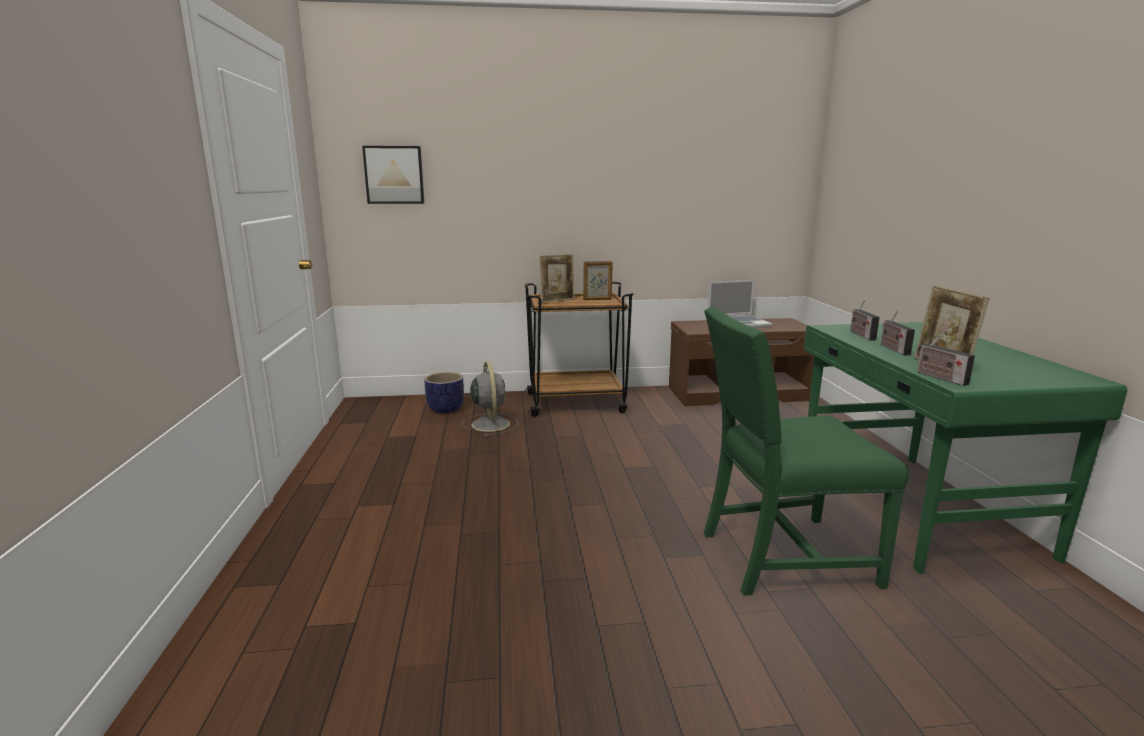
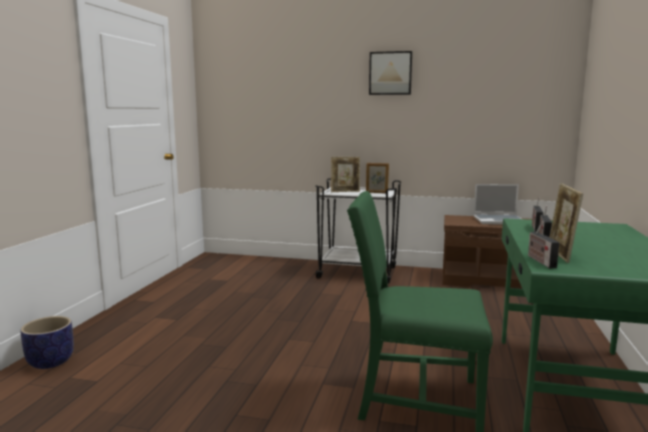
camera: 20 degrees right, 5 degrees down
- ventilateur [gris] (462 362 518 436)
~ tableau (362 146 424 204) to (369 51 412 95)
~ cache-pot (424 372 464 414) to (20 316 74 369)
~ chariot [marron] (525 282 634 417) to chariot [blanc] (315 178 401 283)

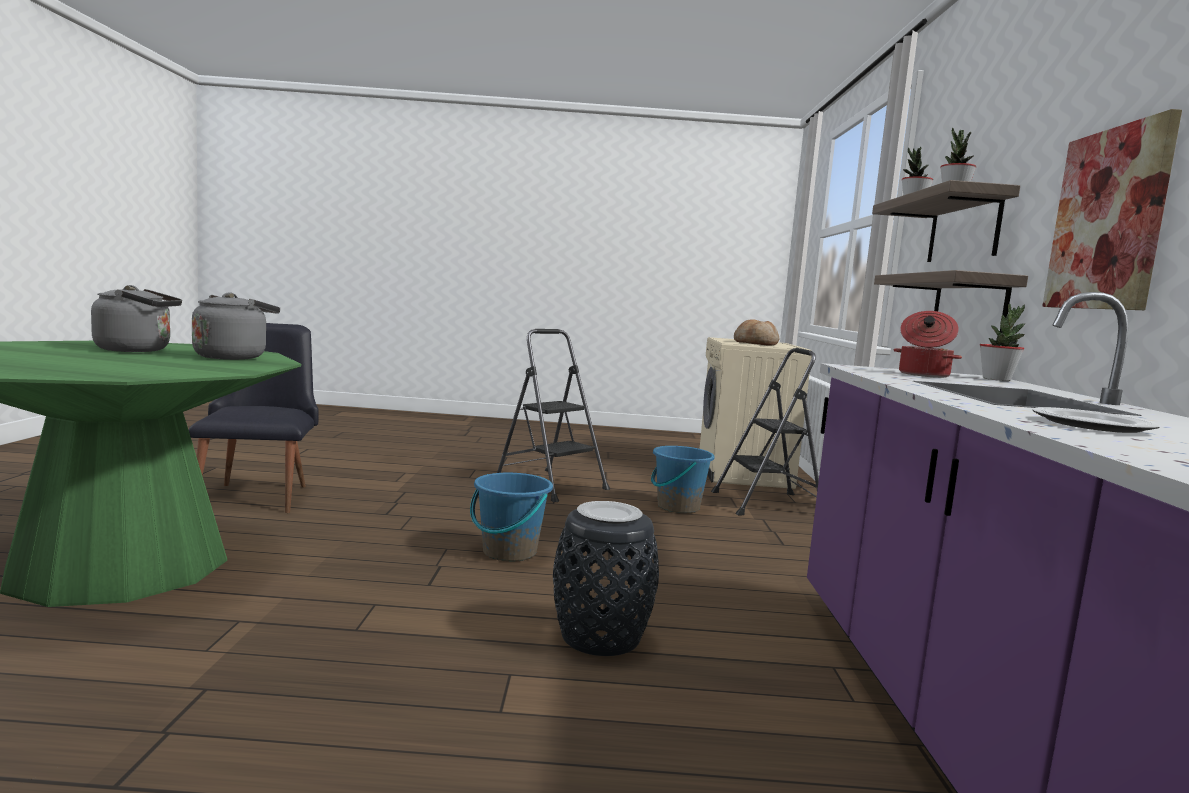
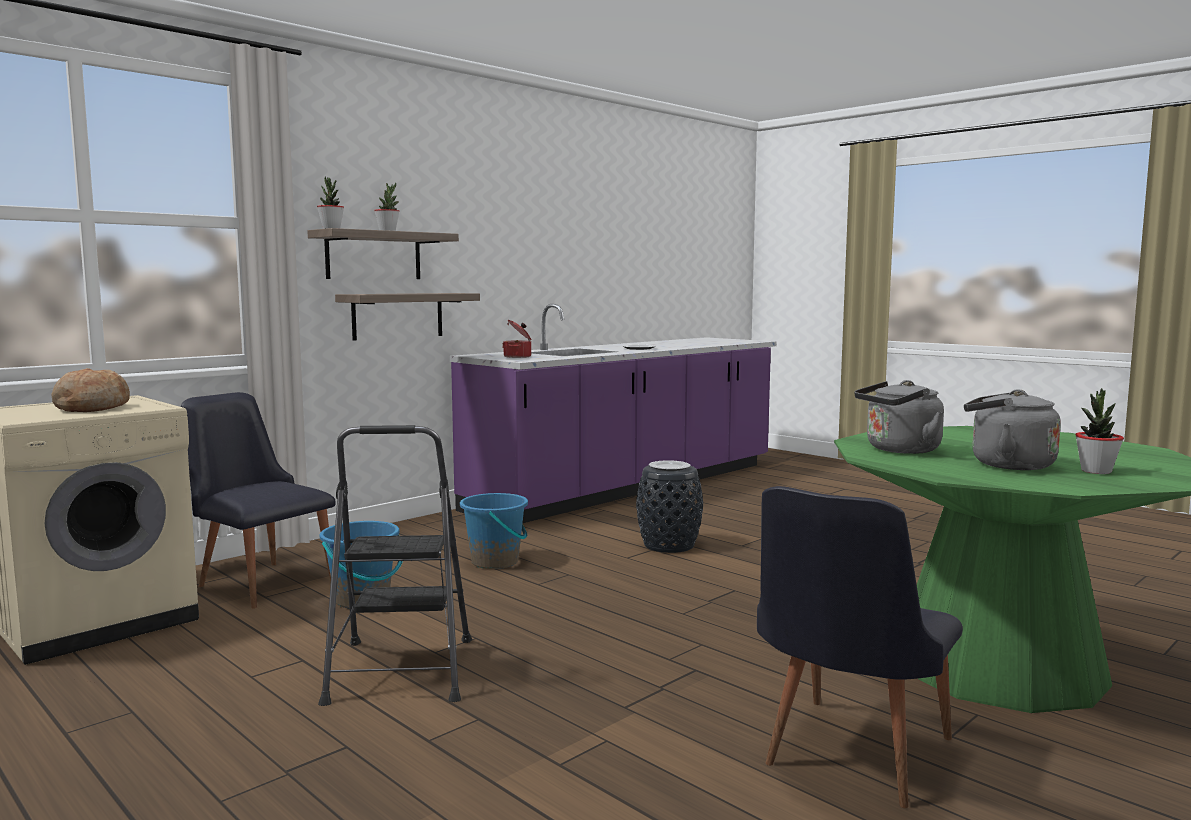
camera: 135 degrees left, 0 degrees up
- tableau (1042 109 1182 310)
~ seau [bleu] (470 473 553 562) to (460 493 528 569)
~ plante en pot (980 304 1025 381) to (1075 388 1124 474)
~ escabeau [noir] (711 348 819 516) to chaise [noir] (181 392 336 609)

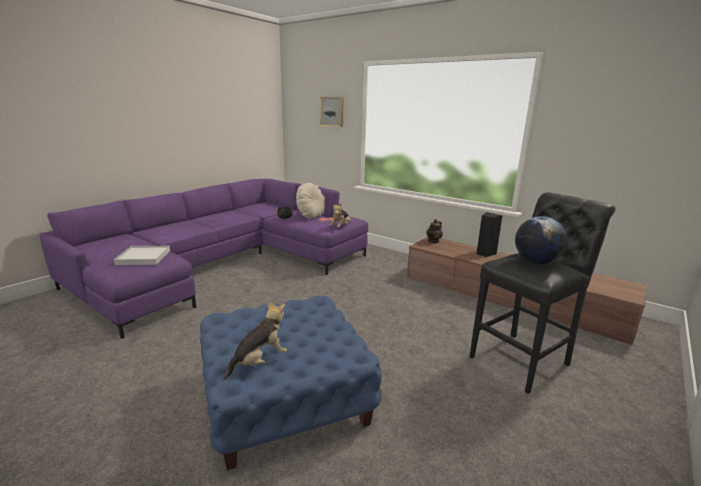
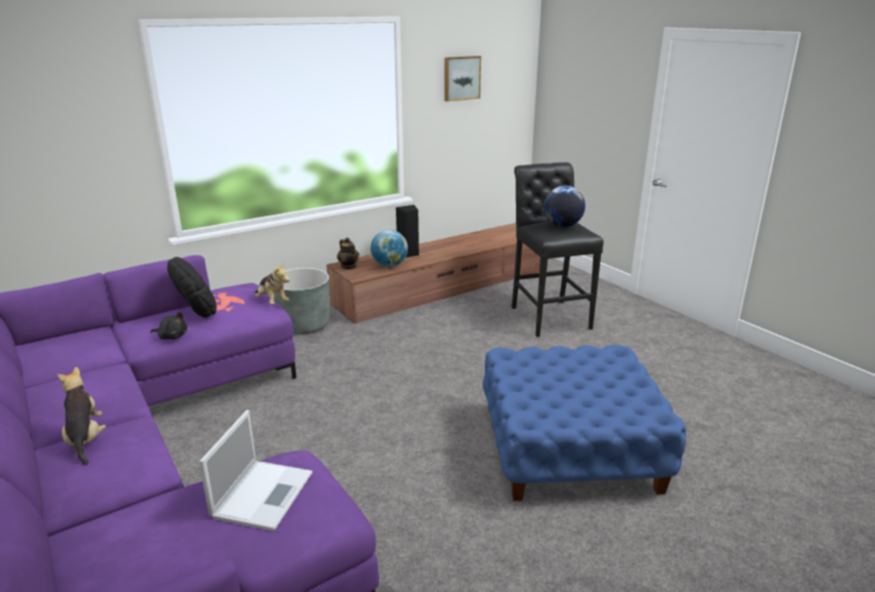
camera: 70 degrees left, 5 degrees up
+ cache-pot [gris] (274 268 330 335)
+ globe (370 230 408 267)
~ peluche (223 301 287 380) to (57 367 106 465)
~ tableau (320 97 344 127) to (444 56 481 102)
~ plateau [blanc] (114 246 170 265) to ordinateur portable (199 410 313 531)
~ coussin [beige] (296 183 325 219) to coussin [noir] (167 257 217 318)

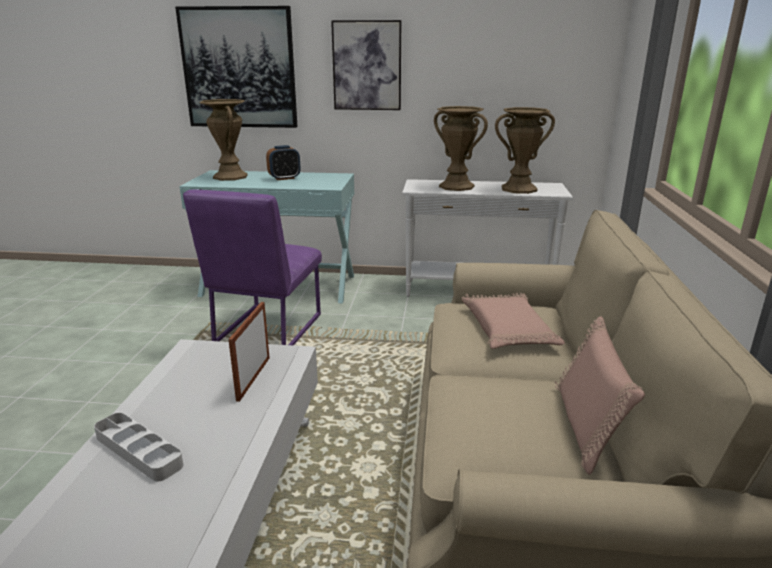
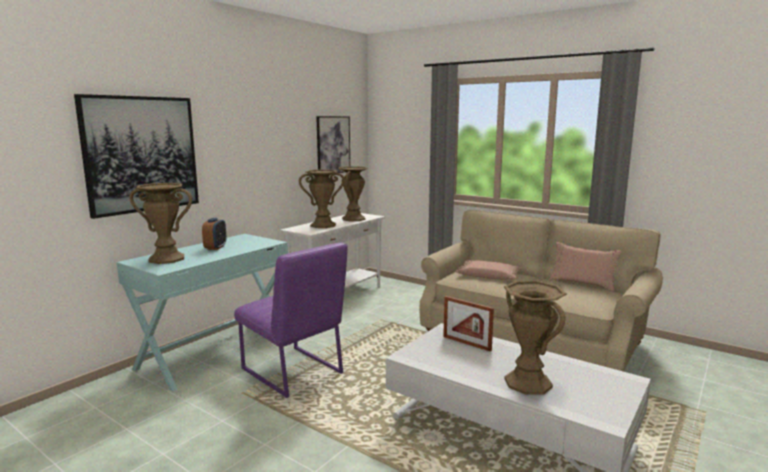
camera: 60 degrees left, 10 degrees down
~ tableau (331 20 401 110) to (316 116 350 173)
~ plateau [gris] (94 413 183 481) to vase [marron] (504 281 567 395)

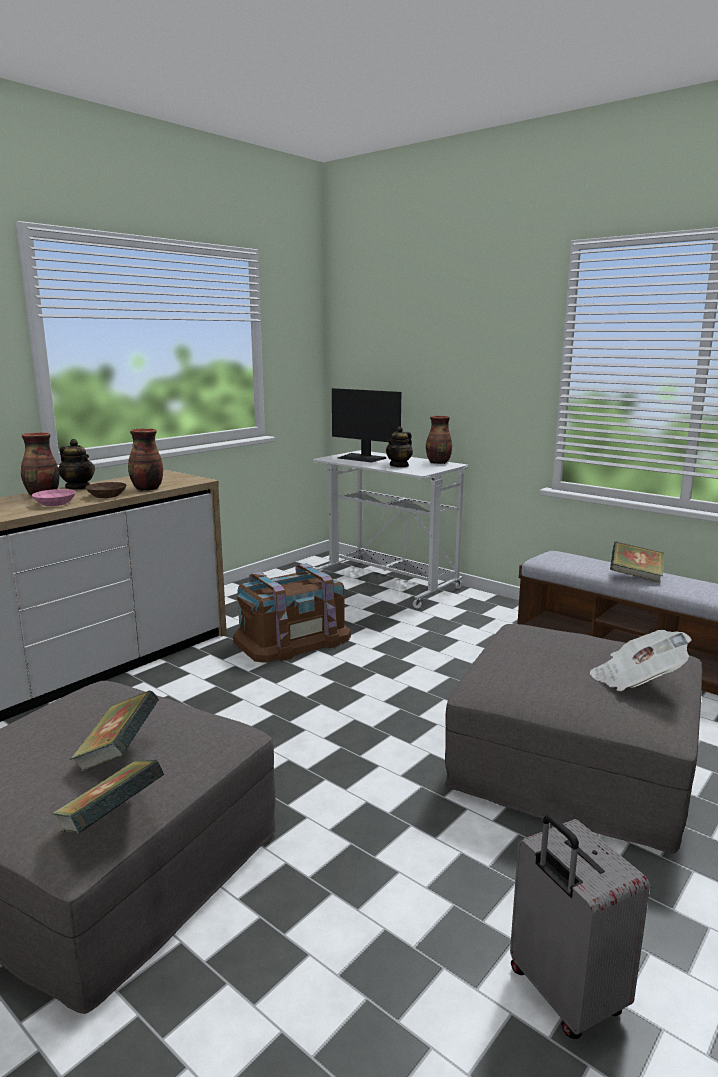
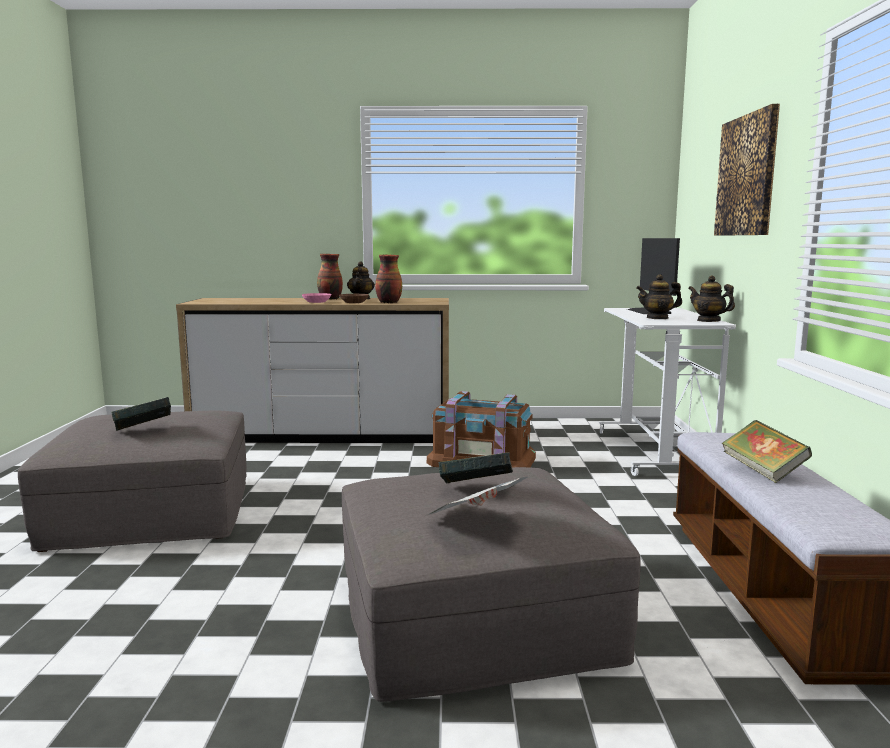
camera: 50 degrees right, 5 degrees down
- valise [gris] (510 814 650 1039)
+ tableau (714 104 780 236)
~ livre (51 760 164 834) to (438 452 513 484)
~ vase (426 416 452 464) to théière (688 276 735 322)

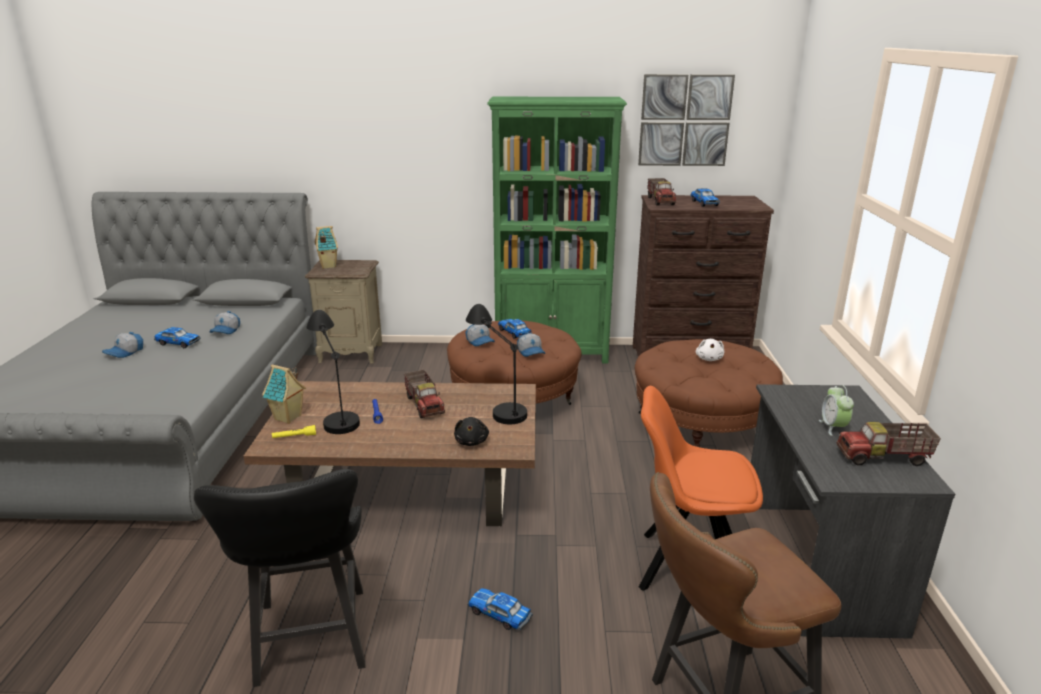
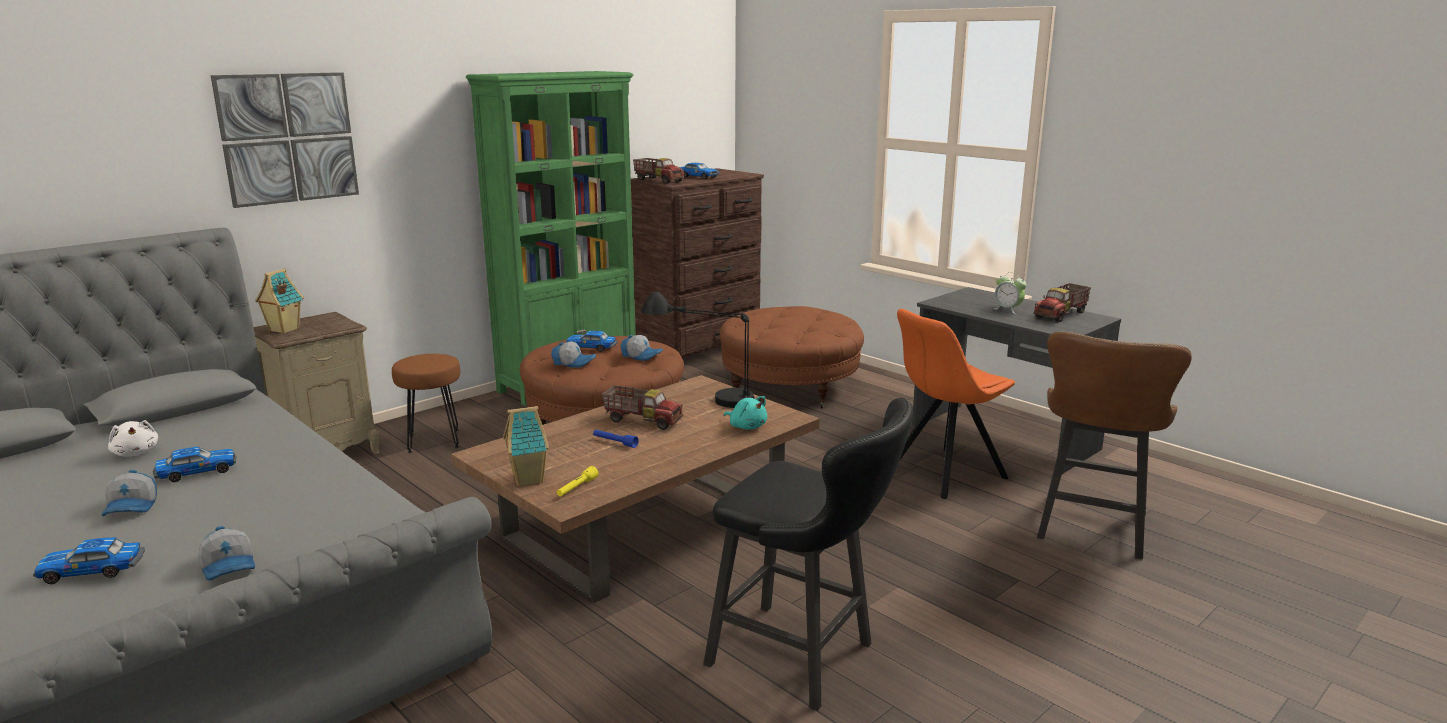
camera: 45 degrees left, 5 degrees down
- lampe de table [noir] (306 310 360 434)
+ tabouret [marron] (392 354 460 453)
~ casquette (210 311 240 334) to (198 526 255 581)
~ petite voiture (468 588 533 630) to (33 537 145 584)
~ tableau (638 74 735 166) to (211 72 359 208)
~ peluche [blanc] (696 339 724 361) to (108 420 158 457)
~ peluche [noir] (454 417 489 446) to peluche [turquoise] (724 396 767 429)

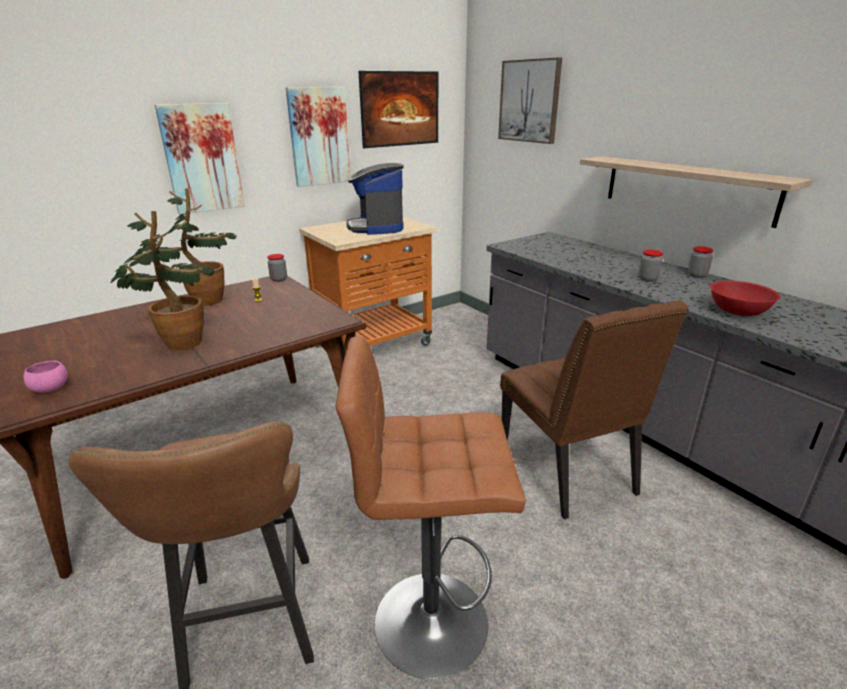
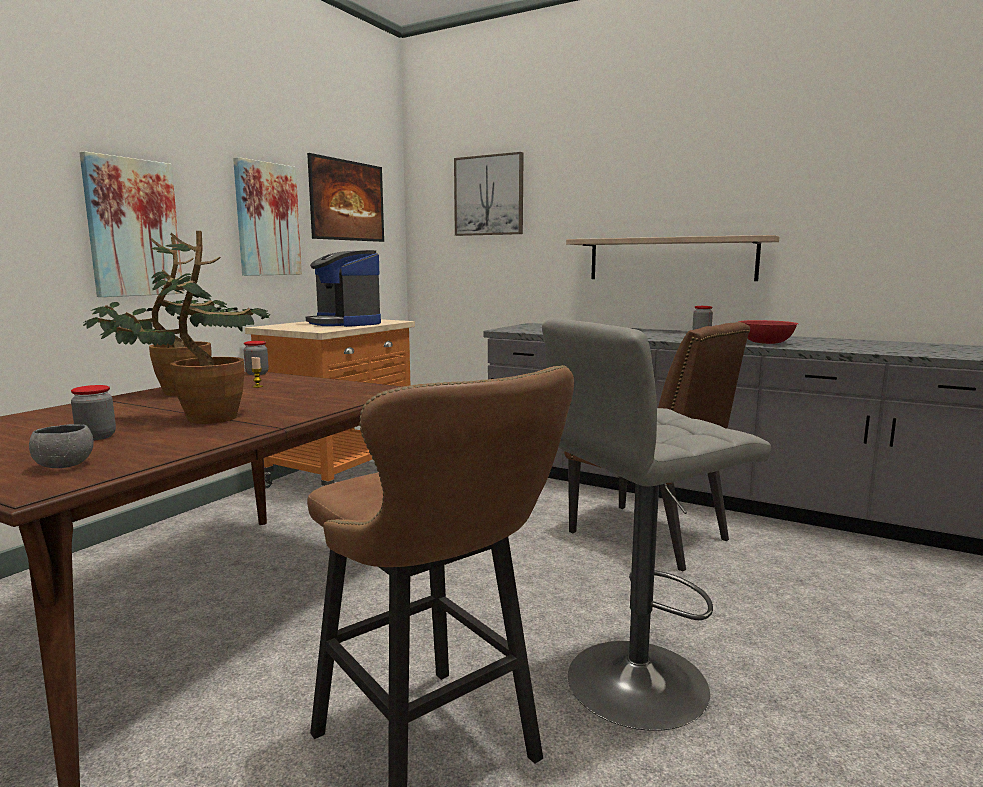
camera: 25 degrees left, 15 degrees down
~ bocal (638 250 663 282) to (71 385 116 441)
~ bol [rose] (24 361 68 393) to bol [gris] (29 424 94 468)
~ tabouret [marron] (336 336 526 679) to tabouret [gris] (542 318 771 731)

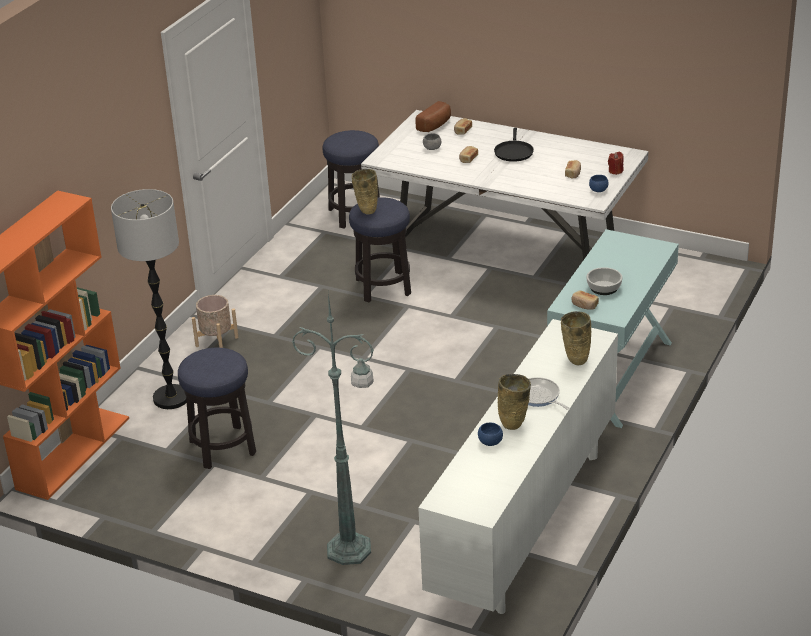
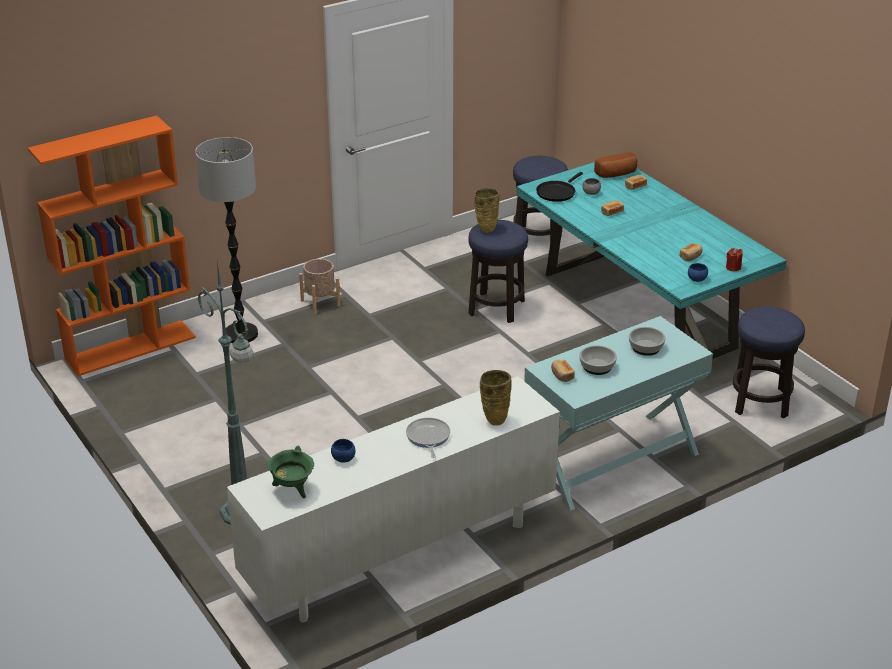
camera: 30 degrees right, 0 degrees up
- vase [beige] (498 374 531 430)
+ marmite [vert] (267 446 314 498)
+ bol (629 327 666 356)
~ tabouret (178 348 256 469) to (733 307 805 418)
~ poêle [noir] (494 128 534 162) to (536 172 583 202)
~ table à manger [blanc] (361 110 649 260) to table à manger [turquoise] (517 162 787 359)

